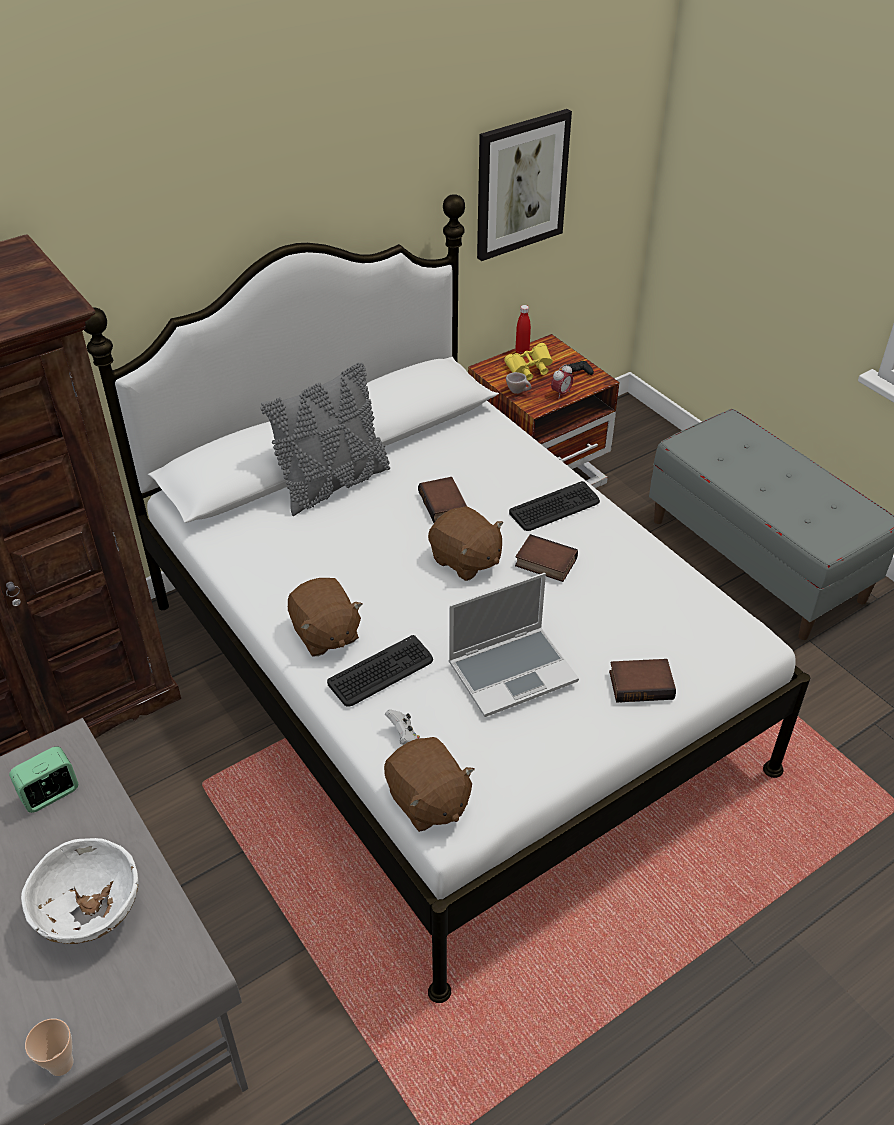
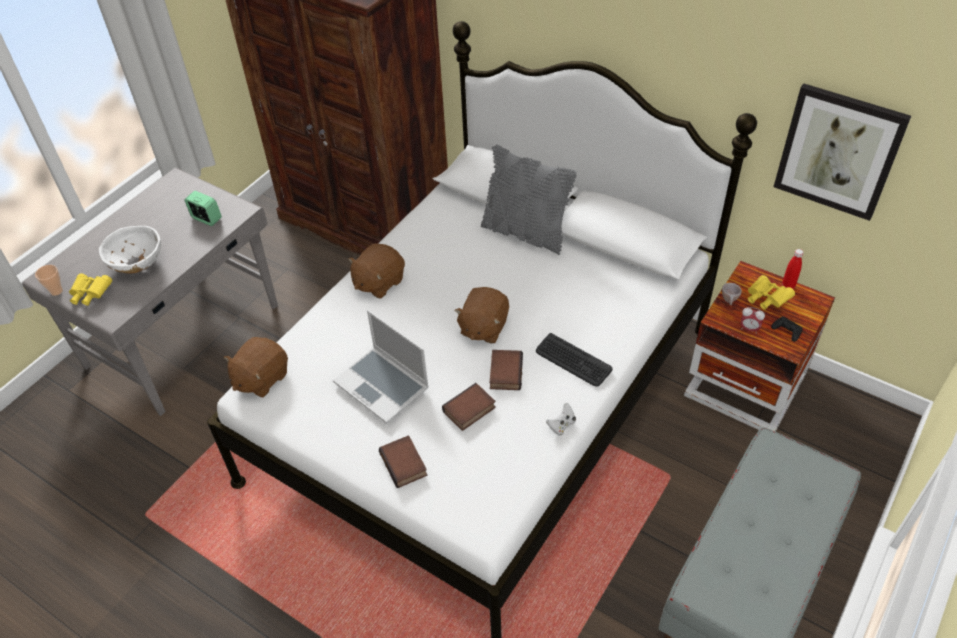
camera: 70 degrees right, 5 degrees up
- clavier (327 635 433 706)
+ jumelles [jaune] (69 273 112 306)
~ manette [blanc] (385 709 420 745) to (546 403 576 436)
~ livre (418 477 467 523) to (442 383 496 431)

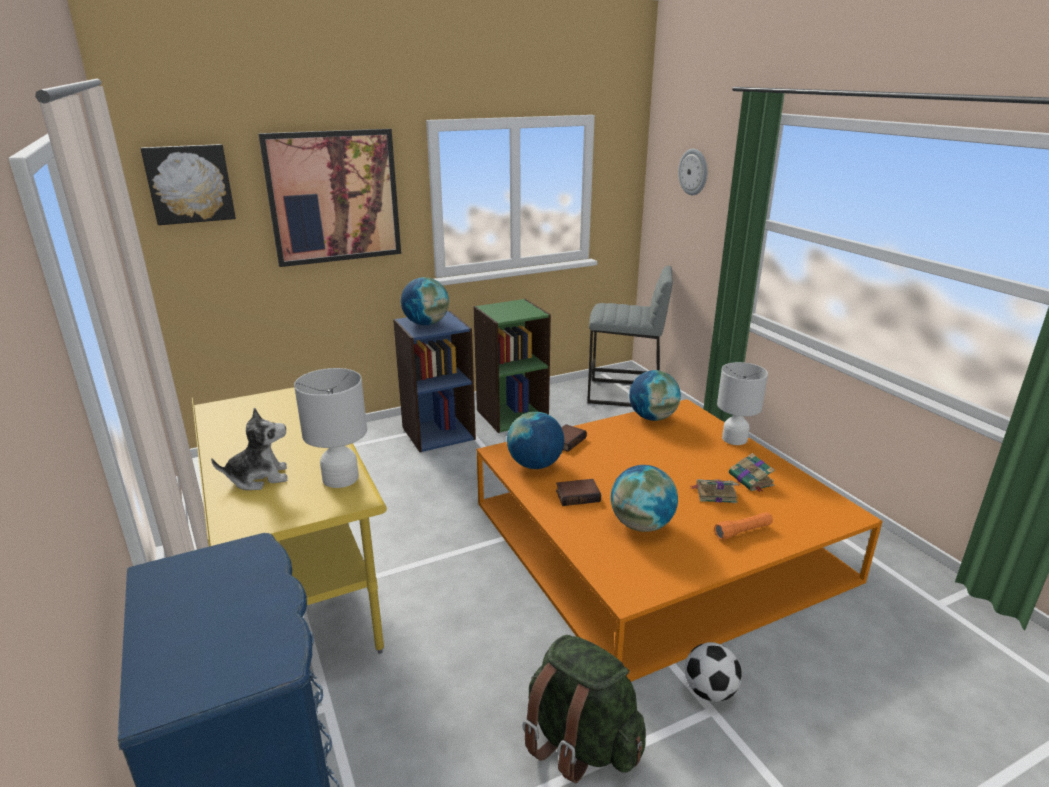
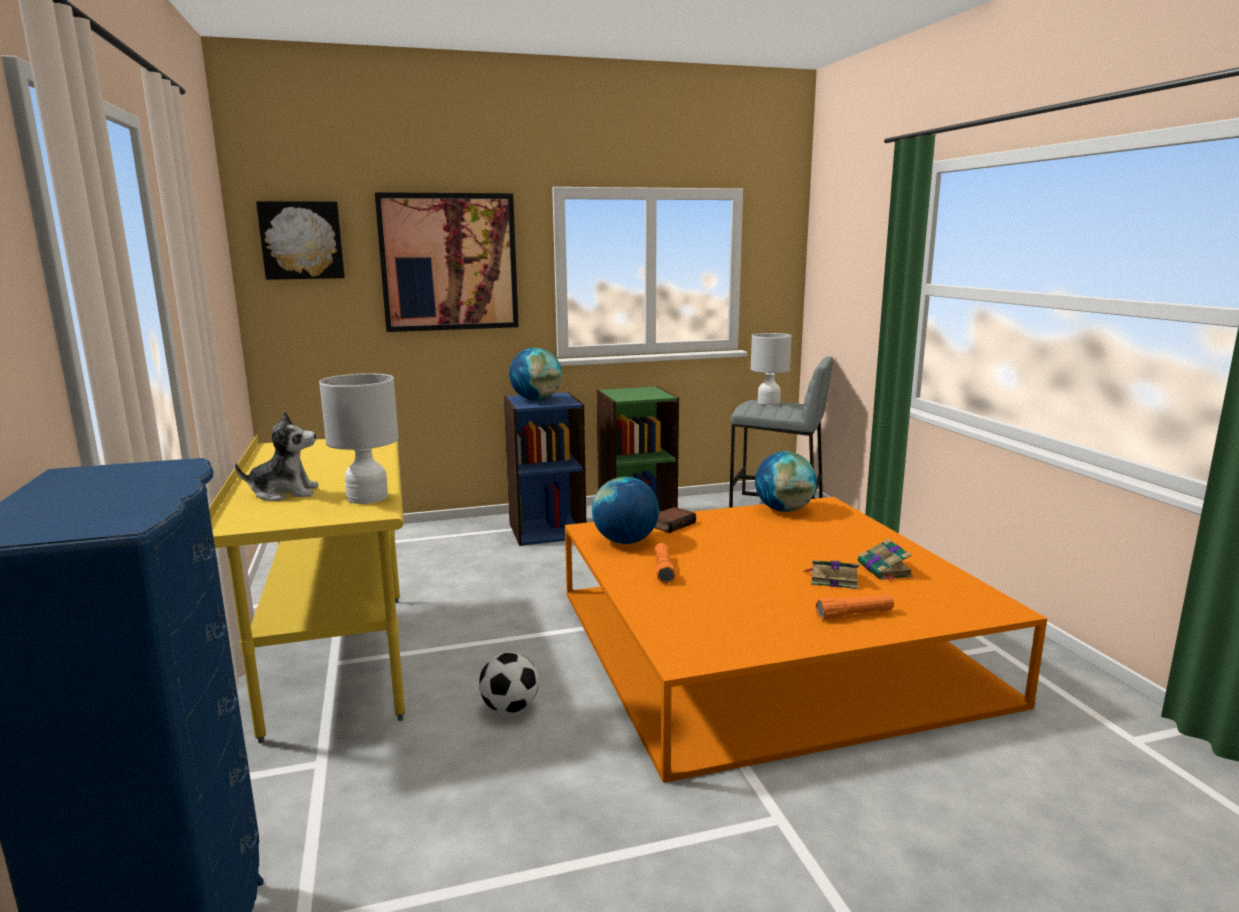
camera: 10 degrees right, 10 degrees down
- sac à dos [vert] (522 635 646 783)
- globe (611 465 678 532)
- horloge murale (678 149 708 195)
~ ballon de foot (685 642 742 702) to (479 652 539 714)
~ lampe de table [gris] (717 362 768 445) to (751 333 792 405)
~ livre (556 479 601 506) to lampe de poche [orange] (655 543 676 583)

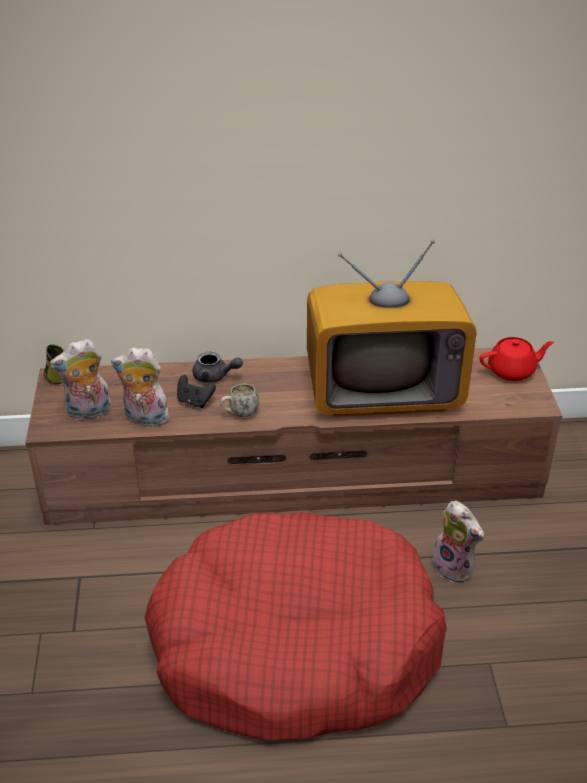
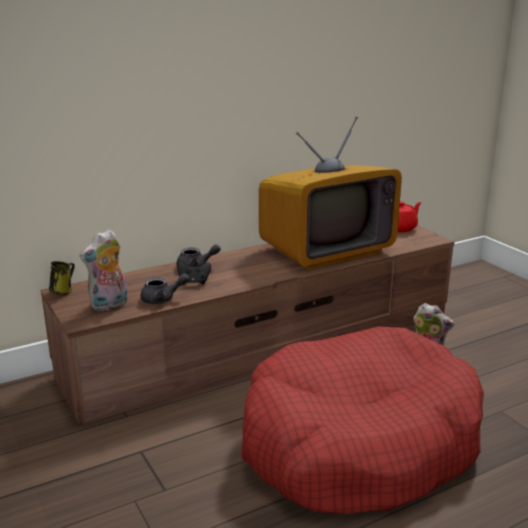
camera: 25 degrees left, 15 degrees down
- mug [blanc] (220 384 259 417)
~ peluche (111 347 172 427) to théière [gris] (141 274 189 304)

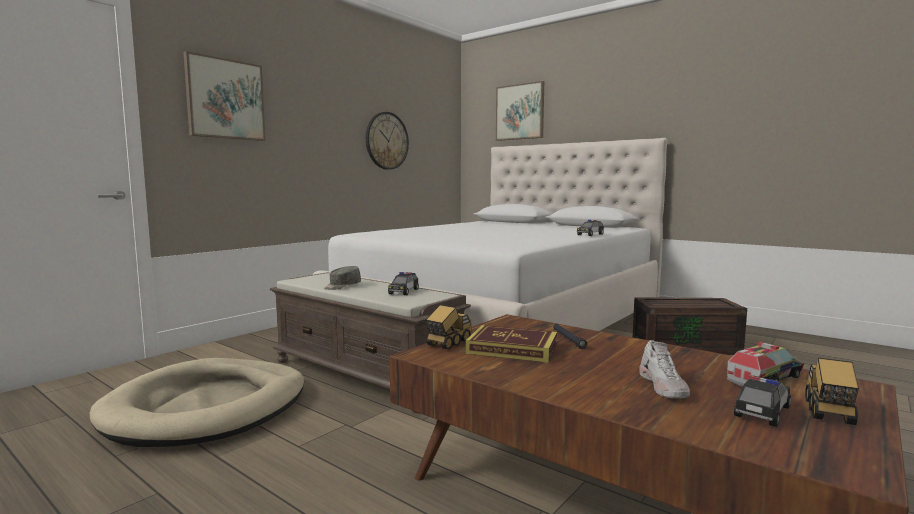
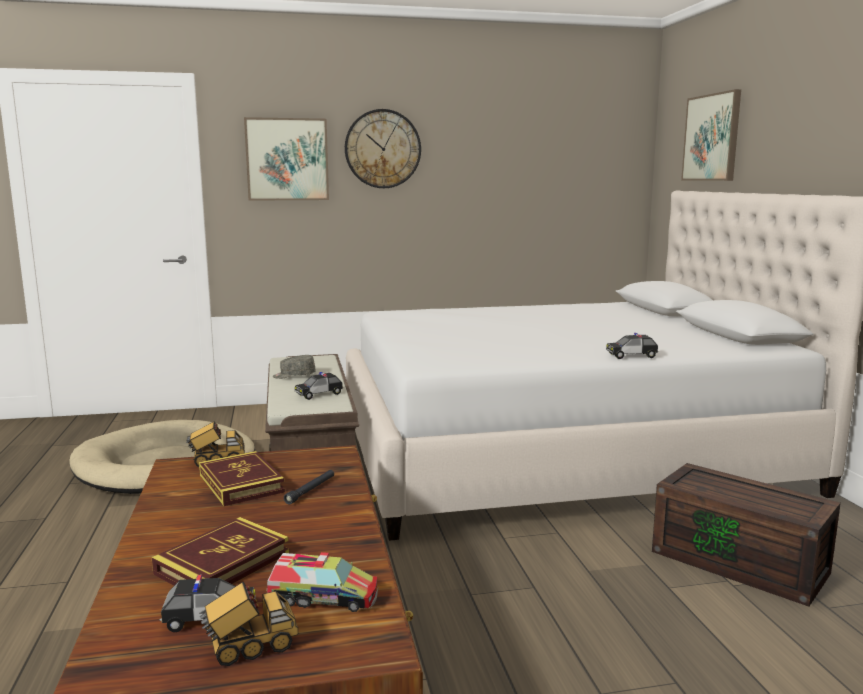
camera: 40 degrees right, 5 degrees up
~ horloge murale (366 112 409 170) to (345 109 421 188)
~ chaussure [blanc] (639 340 690 399) to livre (152 517 289 586)

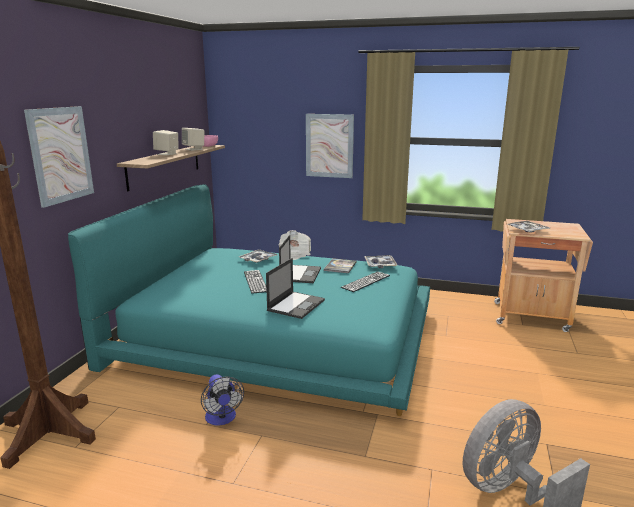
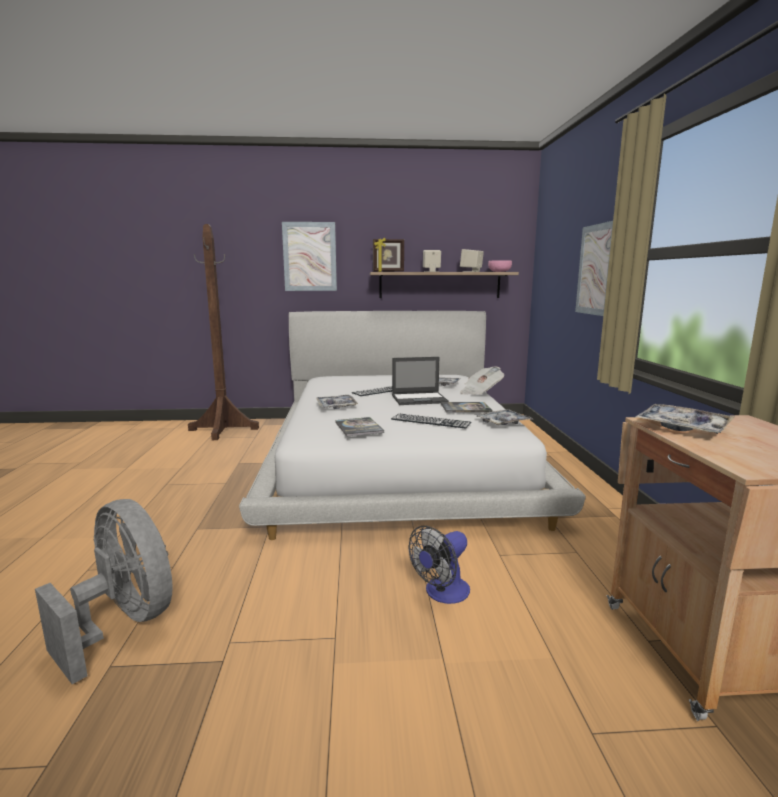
camera: 70 degrees right, 5 degrees down
+ livre (335 417 384 437)
+ cadre photo (373 237 404 272)
~ ventilateur (201 374 244 426) to (409 526 470 604)
~ ordinateur portable (266 258 325 319) to plateau (316 395 358 409)
~ lit [turquoise] (68 184 430 416) to lit [blanc] (239 311 585 540)

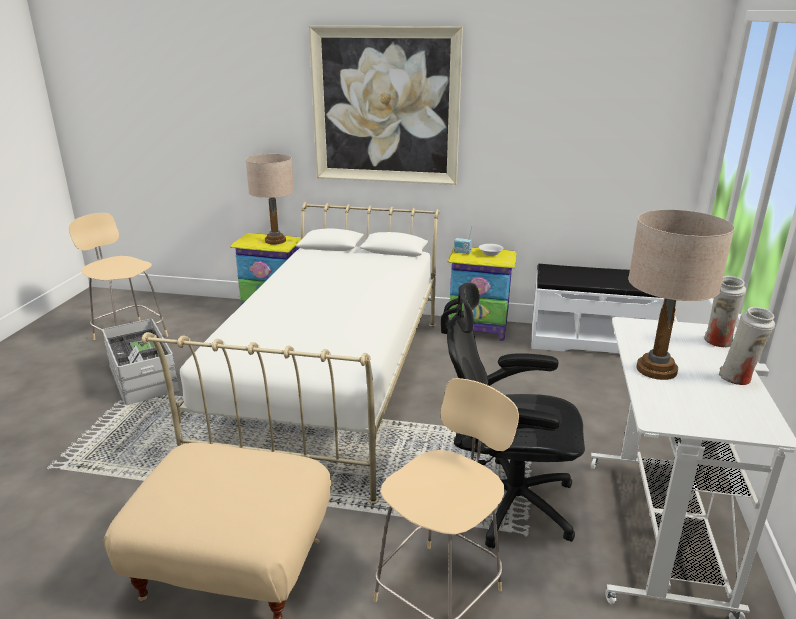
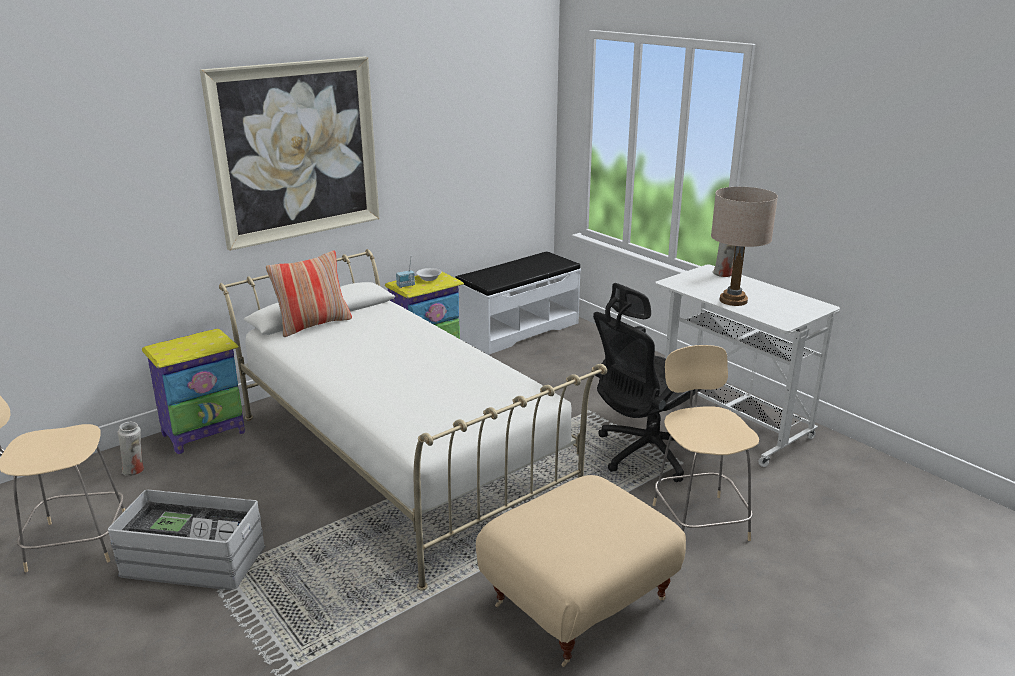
camera: 50 degrees left, 0 degrees up
- lampe de table [beige] (245 154 294 244)
+ coussin (266 251 352 337)
~ vase [blanc] (718 307 775 385) to (117 421 144 476)

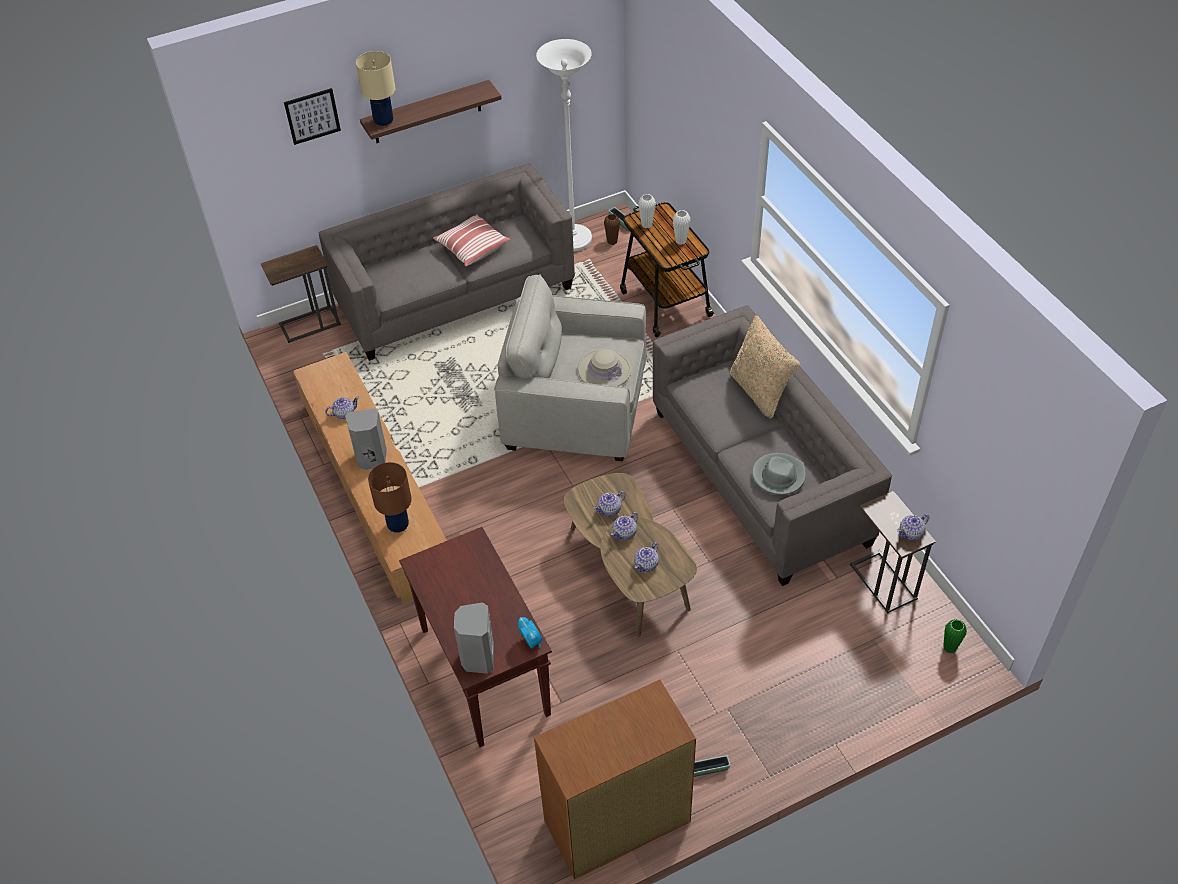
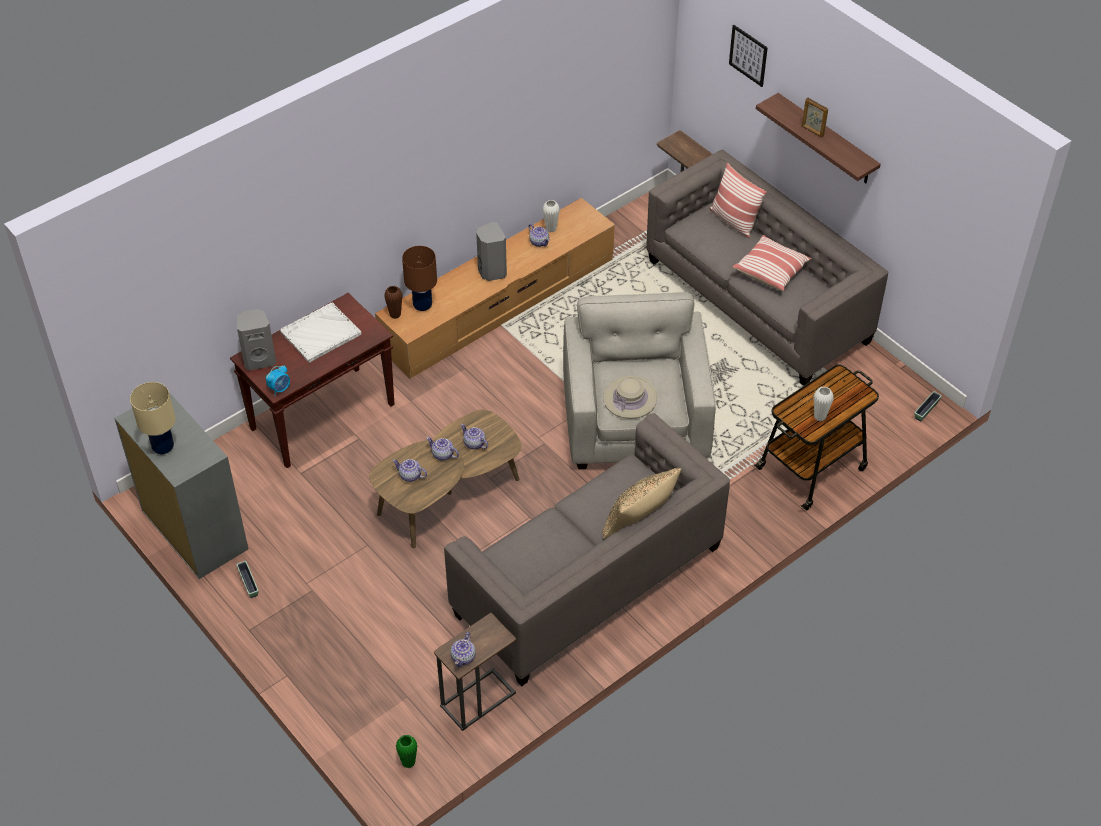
camera: 75 degrees right, 0 degrees up
- lampadaire [blanc] (536 39 592 251)
- chapeau [gris] (752 453 806 495)
+ plateau [blanc] (280 302 362 363)
+ coussin (709 163 767 238)
+ cadre photo (802 97 828 138)
~ lampe de table [beige] (356 51 396 126) to (130 382 175 455)
~ vase [marron] (604 214 620 245) to (384 286 403 319)
~ vase [blanc] (638 194 656 228) to (543 200 560 232)
~ meuble de rangement [marron] (534 680 696 879) to meuble de rangement [gris] (114 392 248 579)
~ théière (897 514 929 540) = (450 632 476 667) 120 degrees counterclockwise

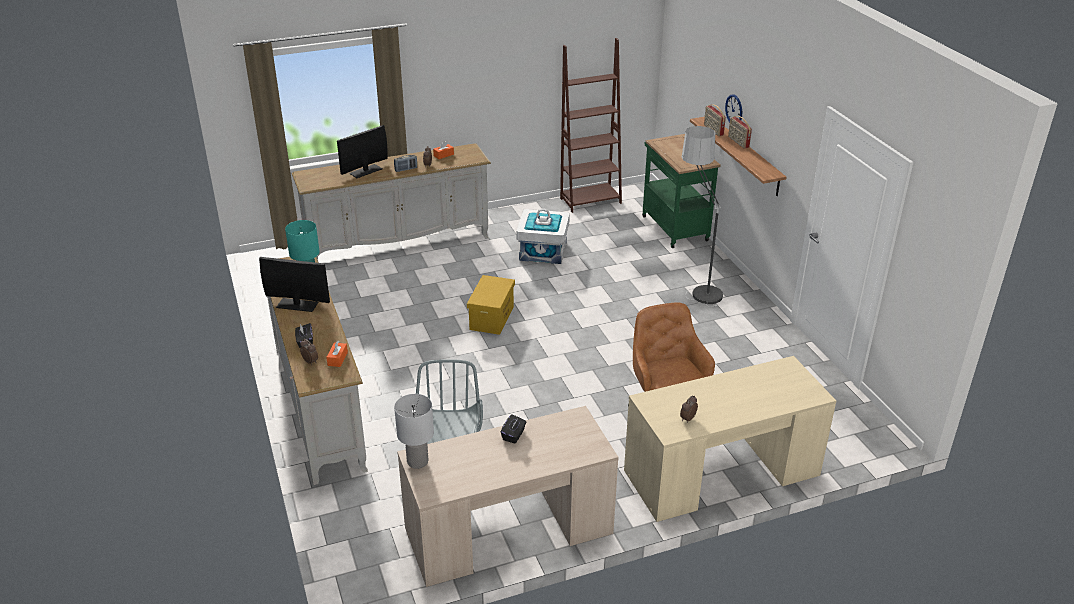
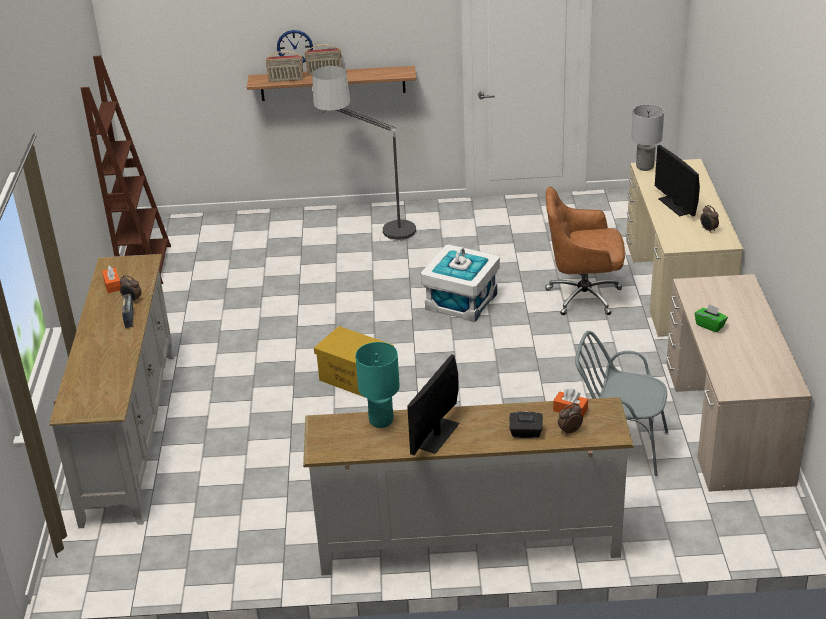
camera: 70 degrees left, 0 degrees up
- chariot [vert] (642 134 721 248)
~ écran d'ordinateur (337 125 387 178) to (655 145 700 217)
~ lampe de table [gris] (394 394 434 469) to (631 104 664 171)
~ boîte de rangement [blanc] (516 209 570 264) to (421 245 500 322)
~ boîte à mouchoirs [noir] (501 414 526 443) to boîte à mouchoirs [vert] (695 304 728 332)

